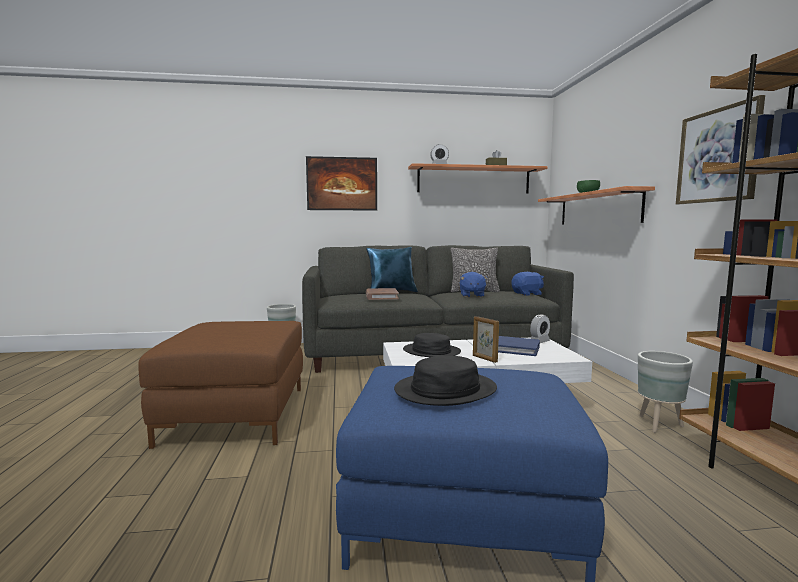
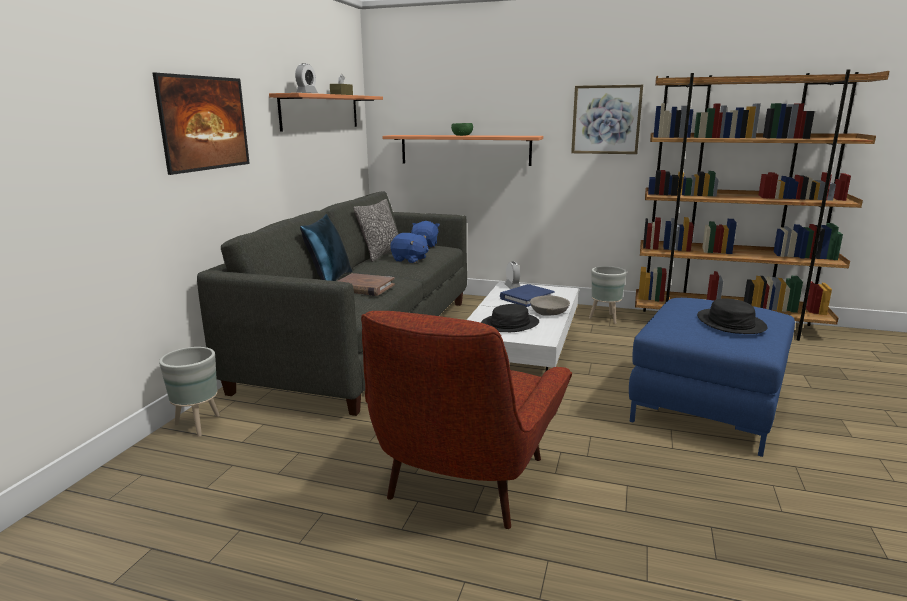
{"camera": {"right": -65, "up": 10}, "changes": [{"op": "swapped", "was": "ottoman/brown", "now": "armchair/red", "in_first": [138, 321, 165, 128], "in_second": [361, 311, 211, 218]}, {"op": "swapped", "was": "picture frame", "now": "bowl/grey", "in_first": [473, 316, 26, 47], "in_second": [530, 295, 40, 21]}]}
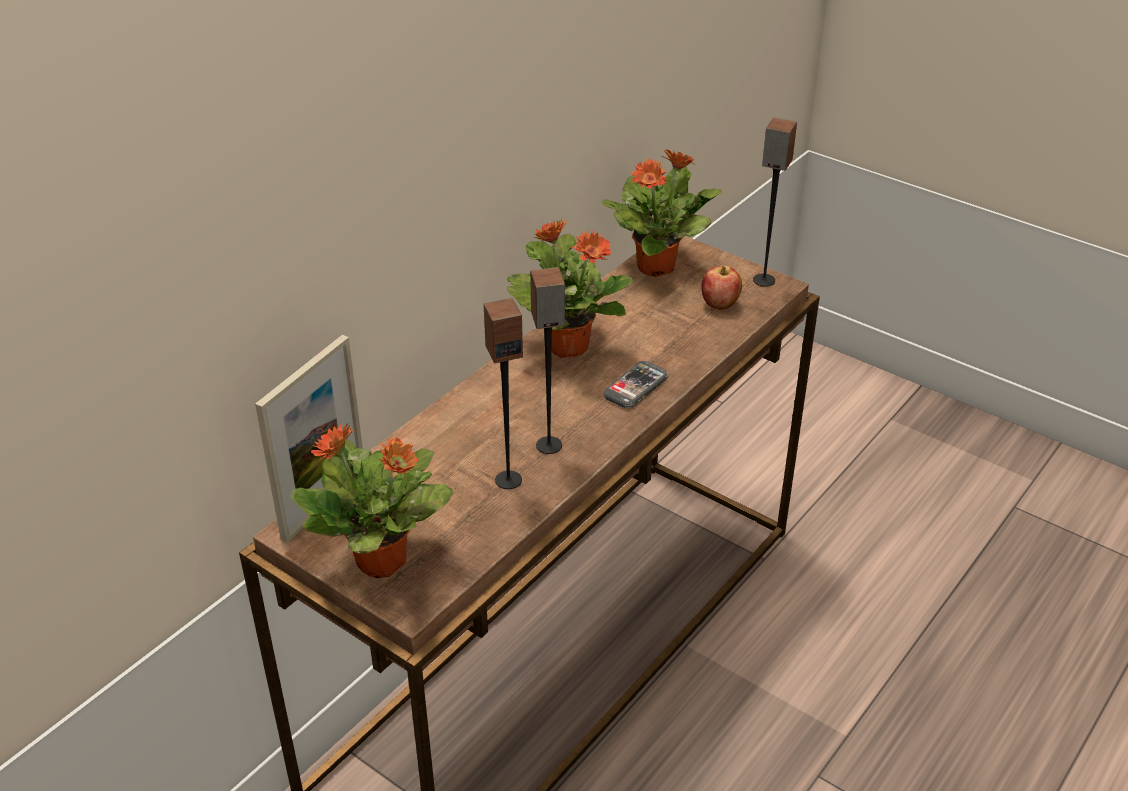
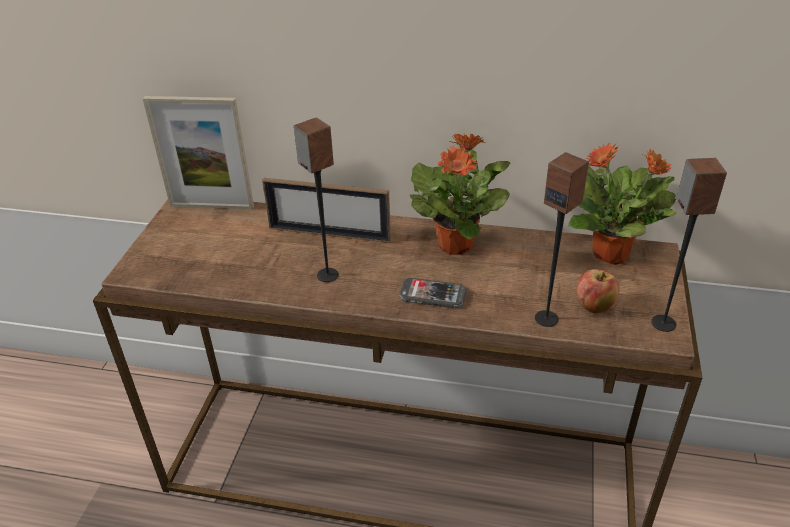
{"camera": {"right": 65, "up": 0}, "changes": [{"op": "new", "now": "picture frame", "in_second": [262, 178, 129, 65]}, {"op": "shifted", "was": "speaker", "in_first": [483, 298, 40, 191], "in_second": [535, 152, 54, 175]}, {"op": "gone", "was": "potted plant", "in_first": [290, 424, 163, 154]}]}
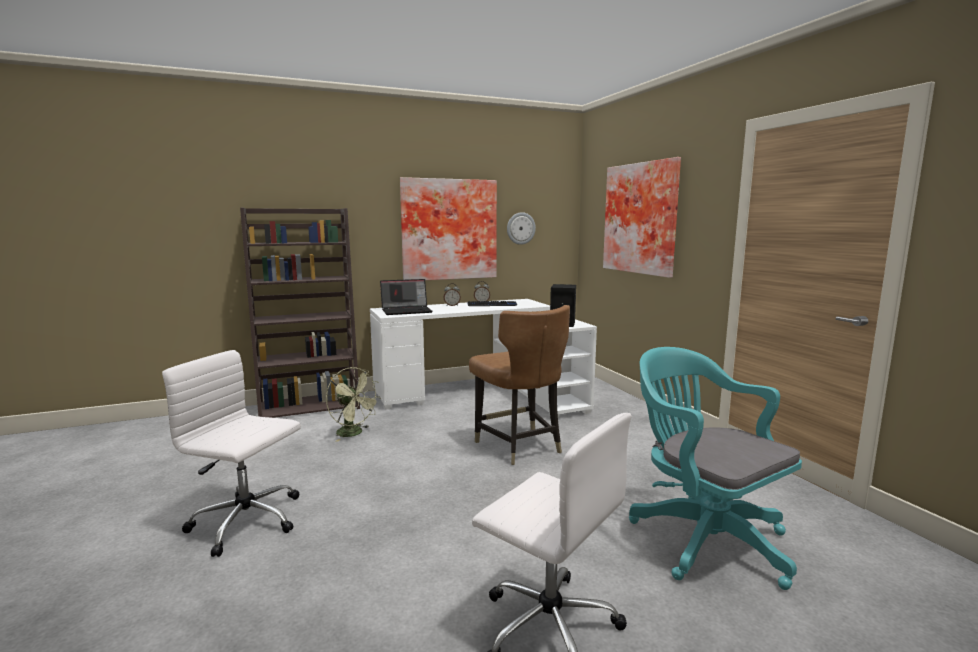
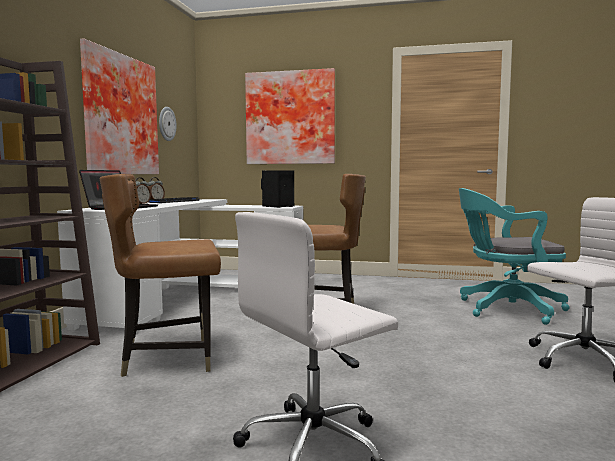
{"camera": {"right": -55, "up": -5}, "changes": [{"op": "swapped", "was": "fan/green", "now": "chair/brown", "in_first": [326, 367, 55, 75], "in_second": [100, 174, 121, 203]}]}
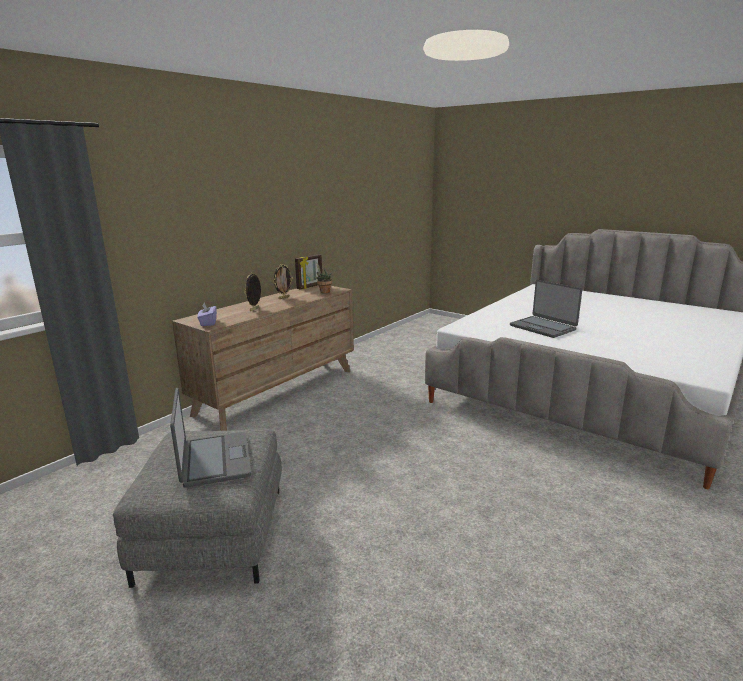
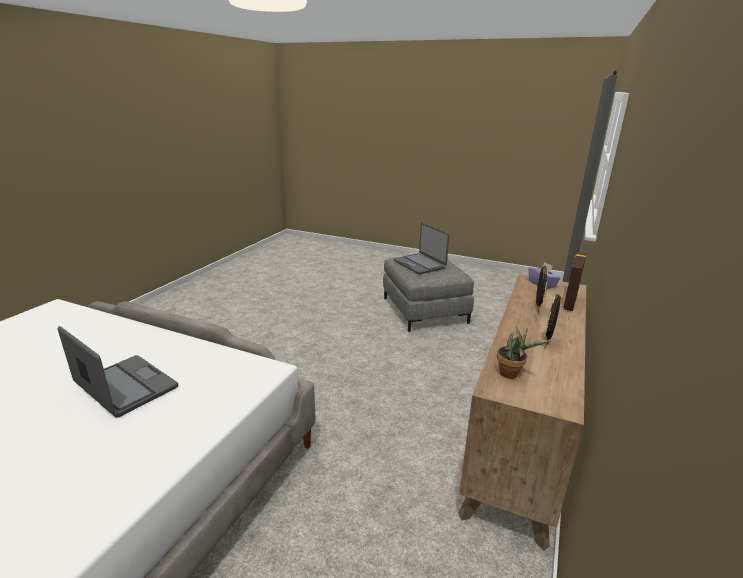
{"camera": {"right": 165, "up": 5}, "changes": [{"op": "shifted", "was": "picture frame", "in_first": [295, 254, 27, 35], "in_second": [564, 253, 22, 58]}]}
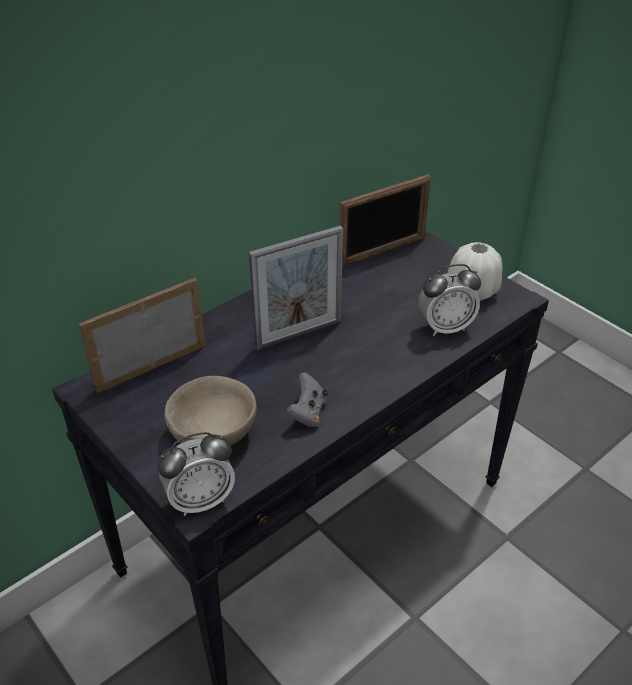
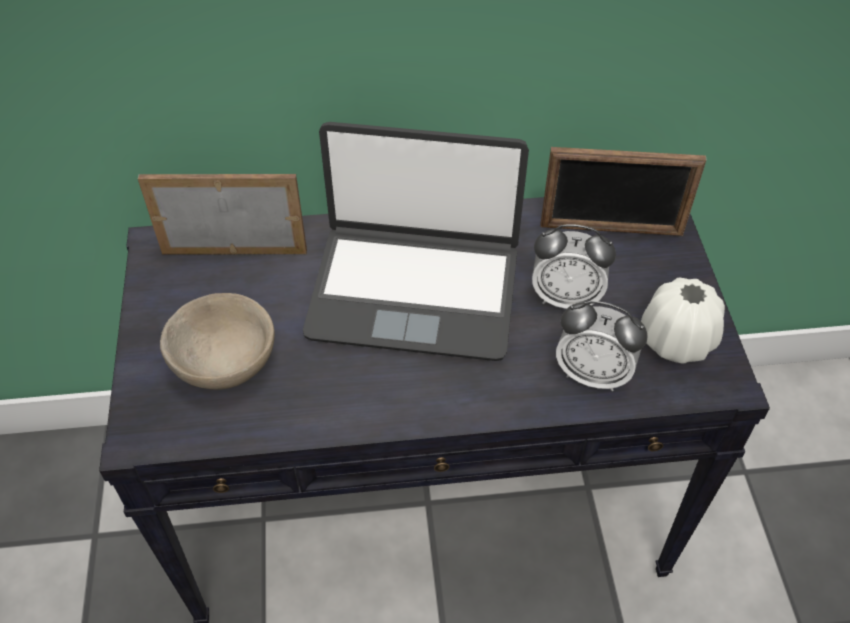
{"camera": {"right": 35, "up": 10}, "changes": [{"op": "swapped", "was": "picture frame", "now": "laptop", "in_first": [249, 226, 94, 124], "in_second": [303, 122, 226, 239]}, {"op": "shifted", "was": "alarm clock", "in_first": [157, 432, 78, 84], "in_second": [532, 224, 84, 85]}, {"op": "gone", "was": "game controller/grey", "in_first": [287, 373, 41, 54]}]}
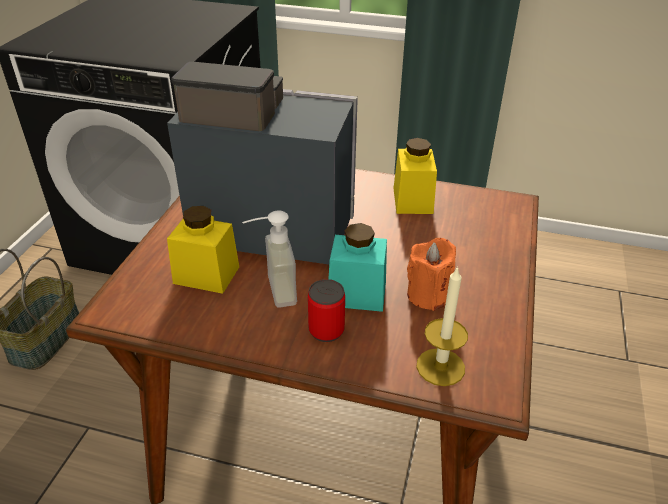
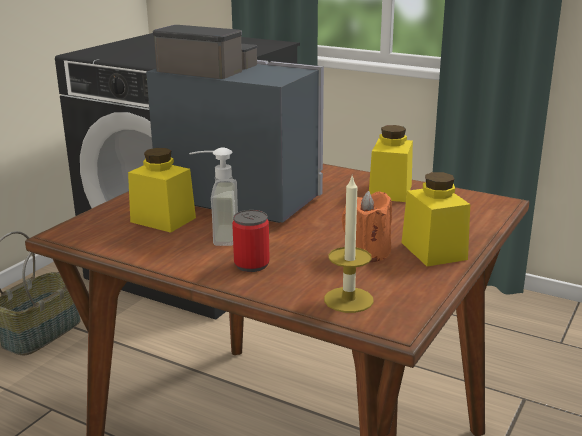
{"camera": {"right": 15, "up": -15}, "changes": [{"op": "new", "now": "jar/yellow", "in_second": [402, 172, 68, 95]}, {"op": "gone", "was": "jar/turquoise", "in_first": [329, 223, 58, 89]}]}
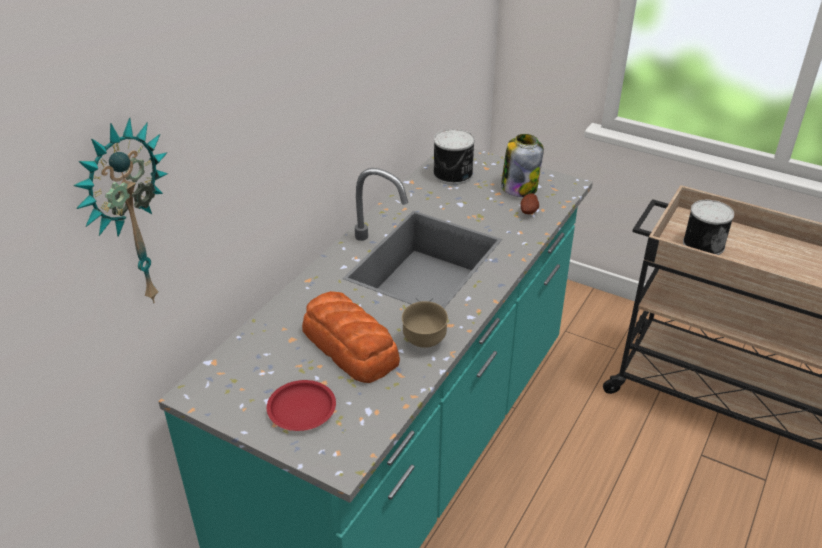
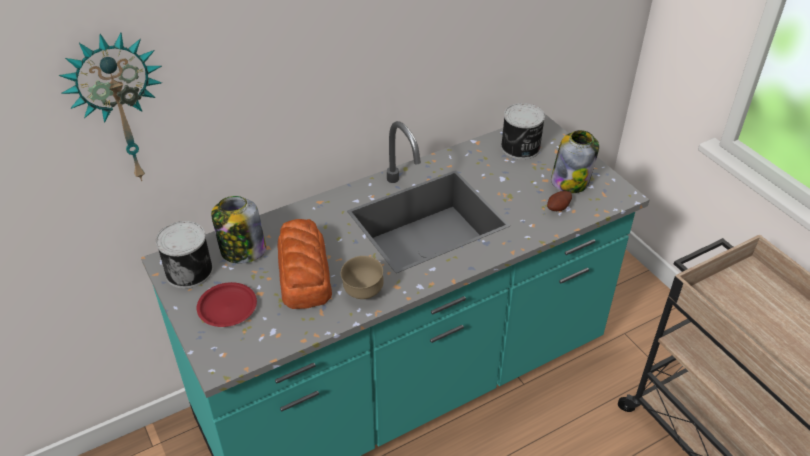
{"camera": {"right": 30, "up": 5}, "changes": [{"op": "shifted", "was": "can", "in_first": [683, 200, 51, 55], "in_second": [156, 221, 57, 68]}, {"op": "new", "now": "jar", "in_second": [211, 196, 55, 67]}]}
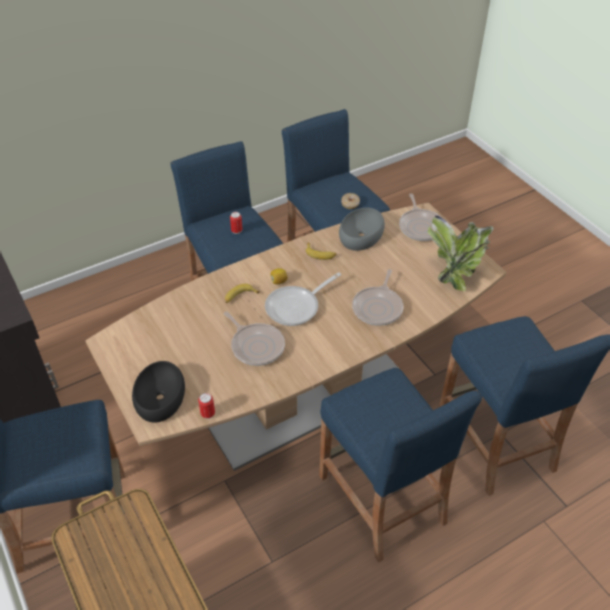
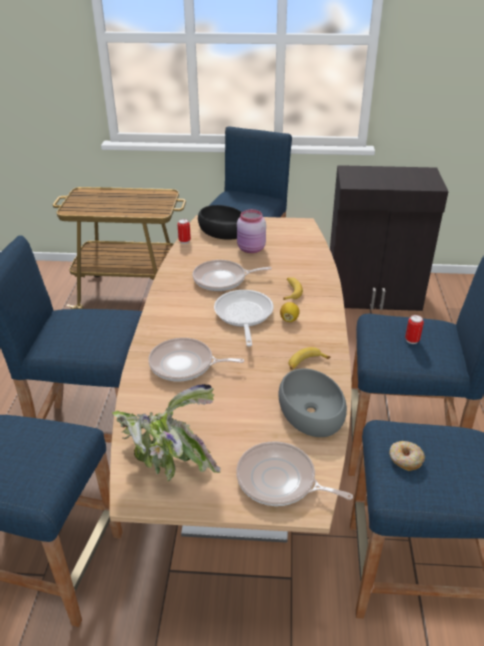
{"camera": {"right": 125, "up": -10}, "changes": [{"op": "rotated", "was": "frying pan", "in_first": [352, 269, 51, 57], "in_second": [148, 338, 96, 44], "clockwise": -45}, {"op": "new", "now": "jar/pink", "in_second": [237, 209, 29, 44]}]}
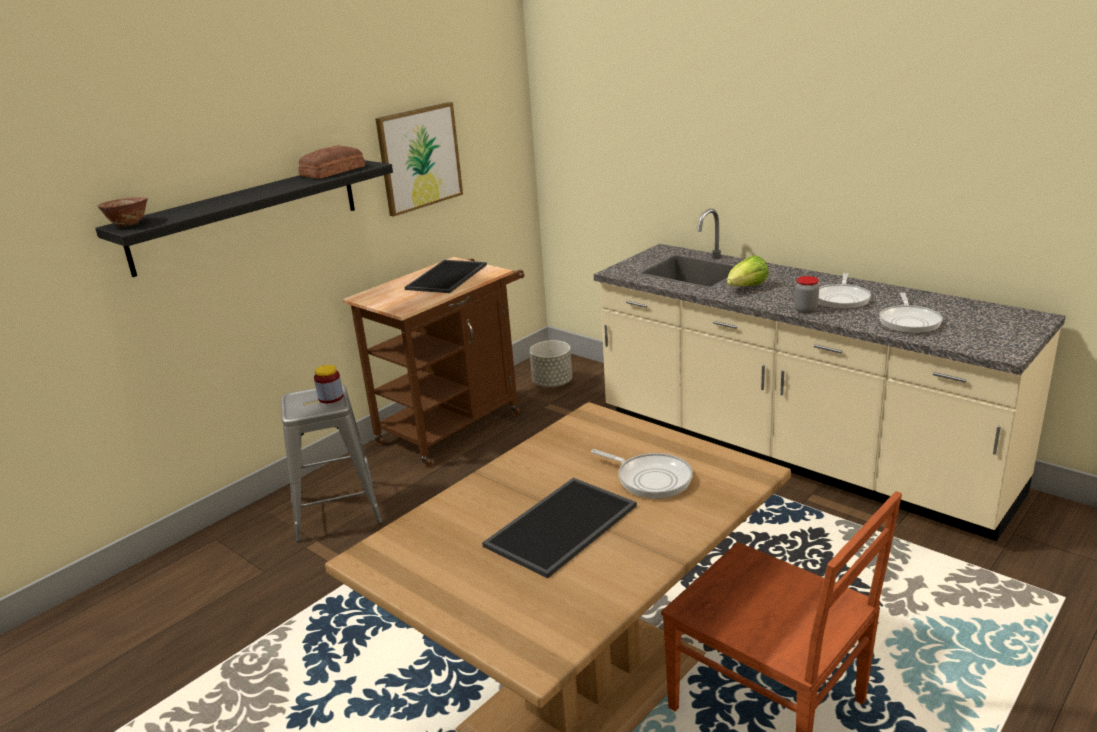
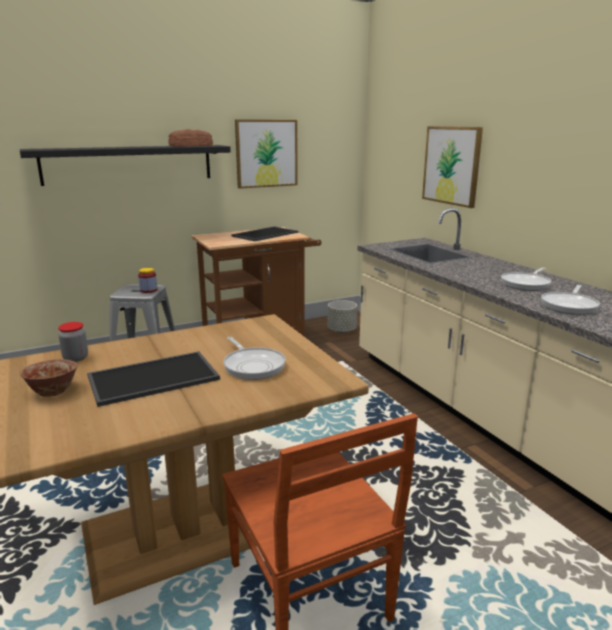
{"camera": {"right": 20, "up": -5}, "changes": [{"op": "shifted", "was": "bowl", "in_first": [97, 197, 51, 30], "in_second": [20, 359, 58, 38]}, {"op": "shifted", "was": "jar", "in_first": [794, 276, 25, 38], "in_second": [58, 322, 30, 40]}, {"op": "new", "now": "picture", "in_second": [422, 126, 61, 82]}, {"op": "gone", "was": "lettuce", "in_first": [727, 255, 42, 31]}]}
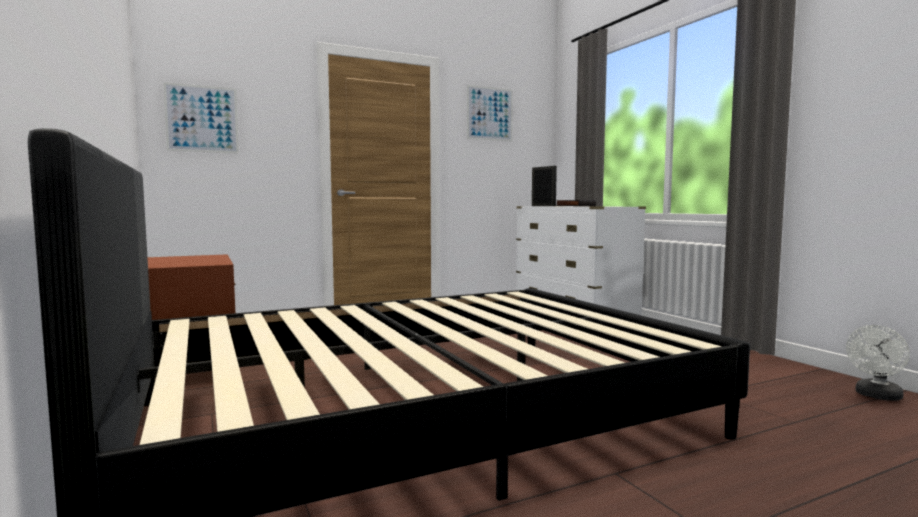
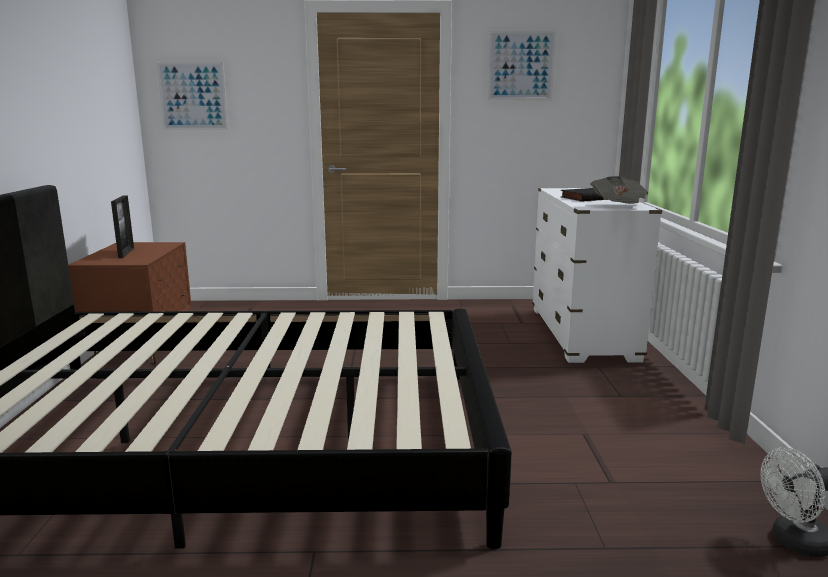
{"camera": {"right": 25, "up": 10}, "changes": [{"op": "shifted", "was": "picture frame", "in_first": [532, 166, 25, 40], "in_second": [111, 195, 23, 63]}, {"op": "new", "now": "newspaper", "in_second": [590, 176, 58, 28]}]}
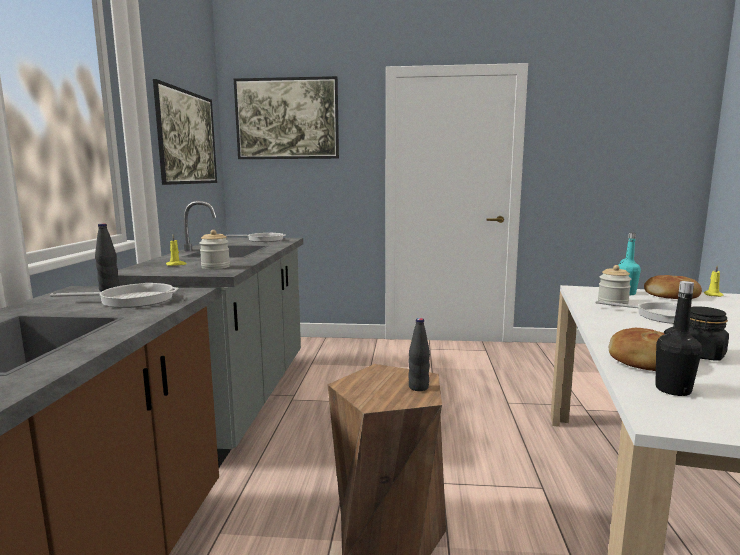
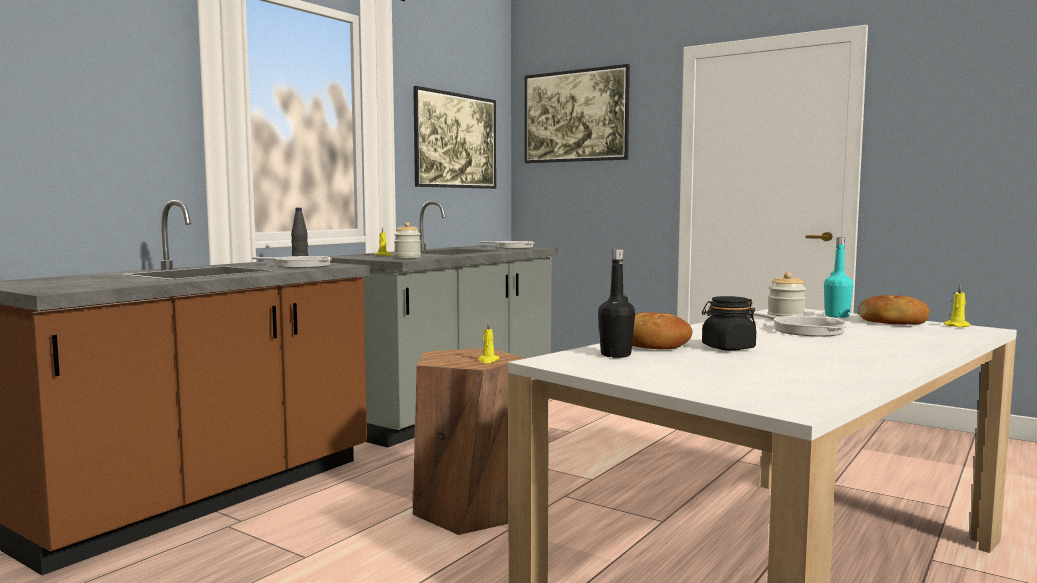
{"camera": {"right": 30, "up": -5}, "changes": [{"op": "swapped", "was": "bottle/black", "now": "candle/yellow", "in_first": [408, 318, 22, 73], "in_second": [478, 321, 22, 42]}]}
